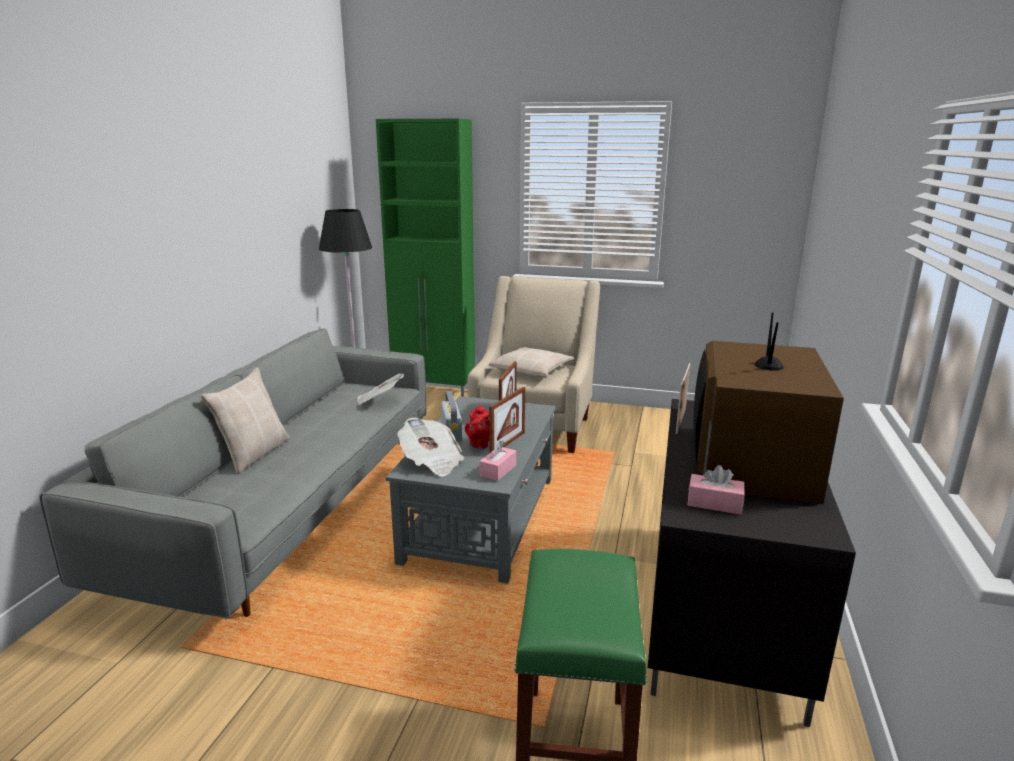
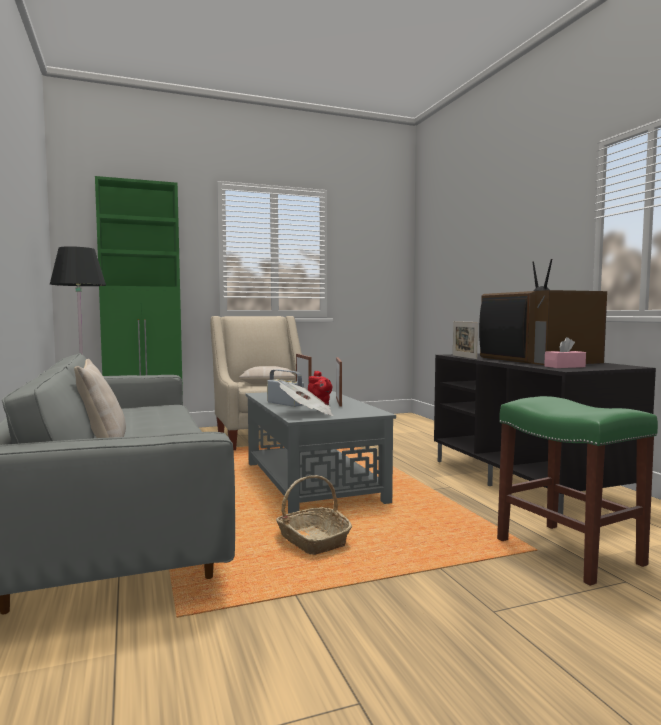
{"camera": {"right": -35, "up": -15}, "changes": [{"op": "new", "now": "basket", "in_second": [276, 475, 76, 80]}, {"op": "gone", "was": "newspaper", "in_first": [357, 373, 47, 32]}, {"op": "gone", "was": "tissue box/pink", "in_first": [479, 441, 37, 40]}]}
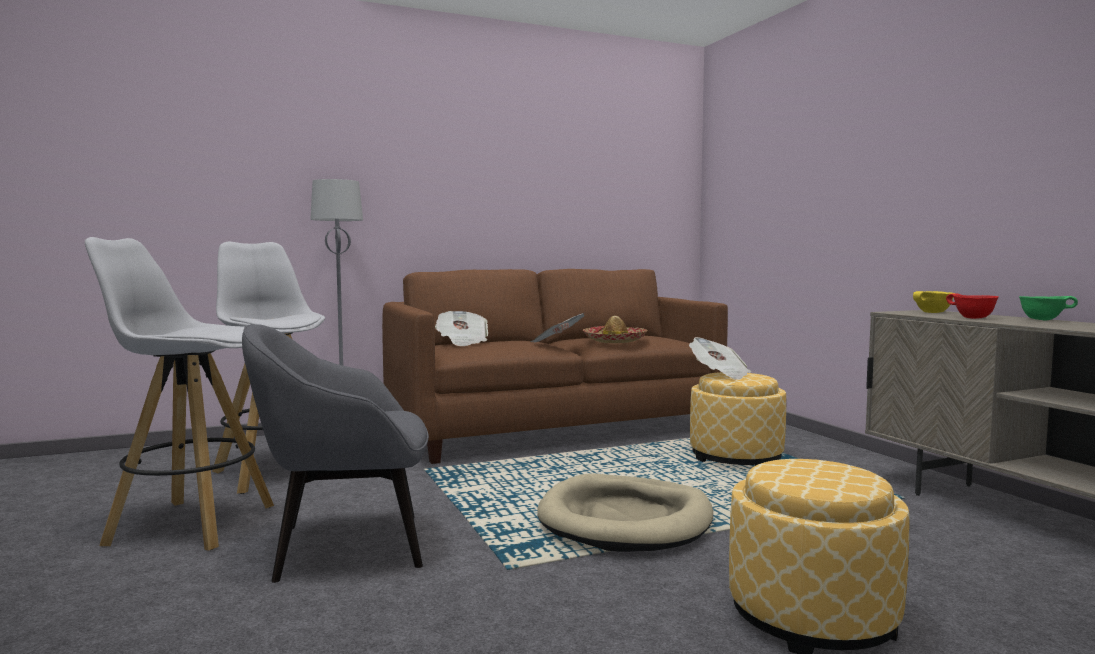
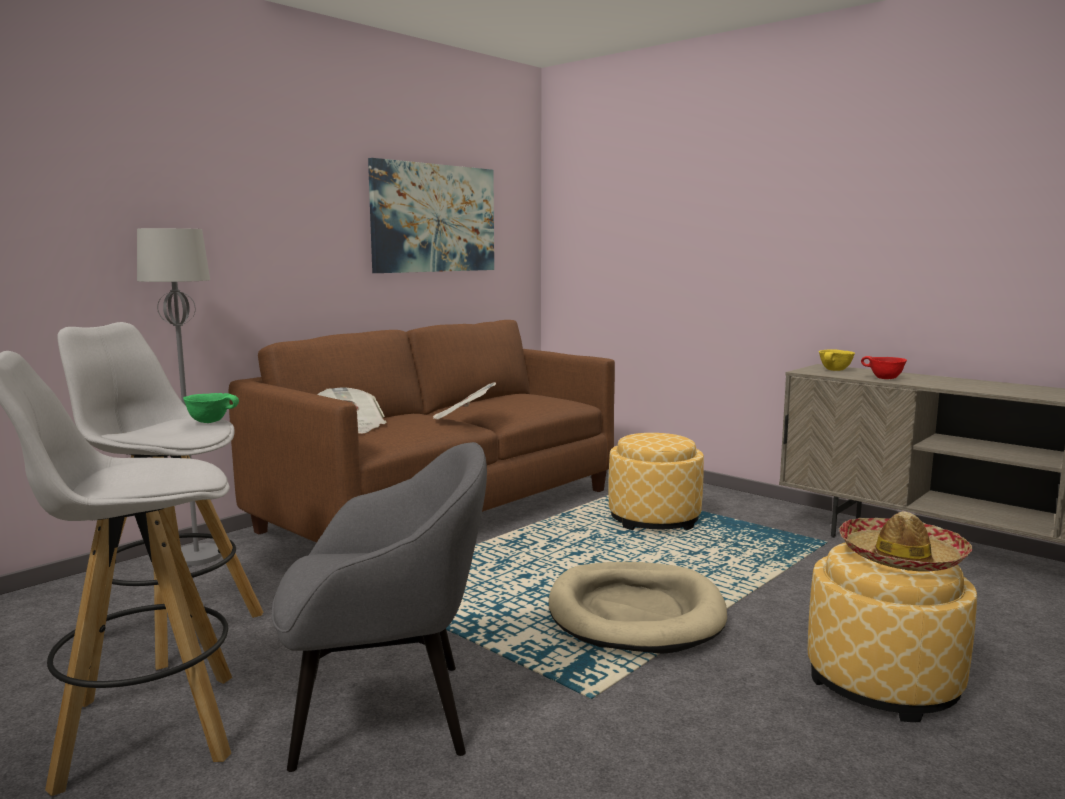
{"camera": {"right": -25, "up": 5}, "changes": [{"op": "shifted", "was": "bowl/green", "in_first": [1019, 296, 59, 24], "in_second": [183, 393, 56, 30]}, {"op": "rotated", "was": "armchair/grey", "in_first": [242, 324, 187, 259], "in_second": [272, 442, 215, 330], "clockwise": -150}, {"op": "new", "now": "picture", "in_second": [368, 158, 126, 115]}, {"op": "shifted", "was": "hat", "in_first": [583, 316, 65, 27], "in_second": [839, 512, 133, 60]}, {"op": "gone", "was": "newspaper", "in_first": [689, 337, 62, 43]}]}
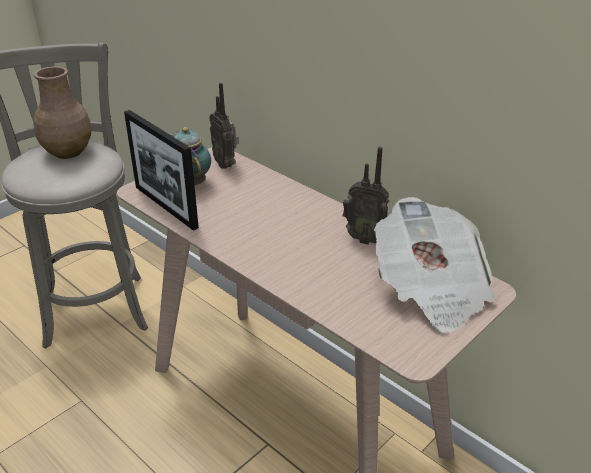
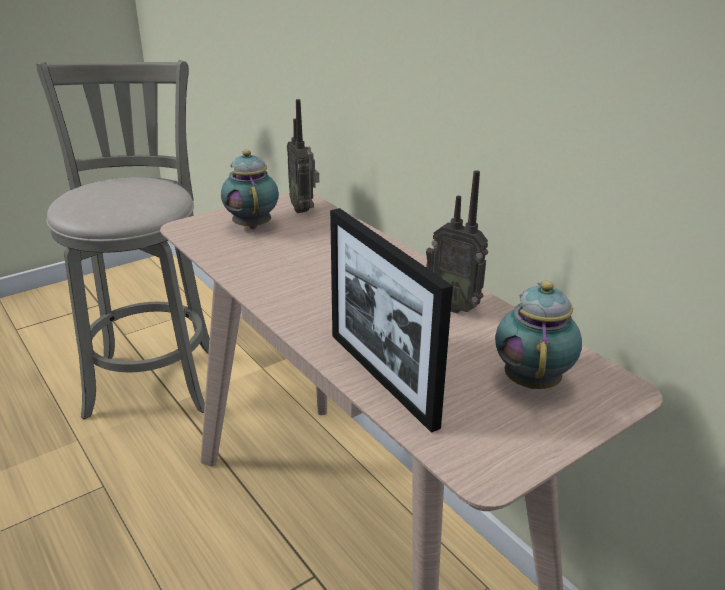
{"camera": {"right": 10, "up": -5}, "changes": [{"op": "shifted", "was": "picture frame", "in_first": [124, 110, 75, 121], "in_second": [330, 208, 123, 225]}, {"op": "swapped", "was": "newspaper", "now": "teapot", "in_first": [374, 197, 122, 137], "in_second": [495, 281, 87, 108]}, {"op": "gone", "was": "vase/brown", "in_first": [33, 66, 59, 93]}]}
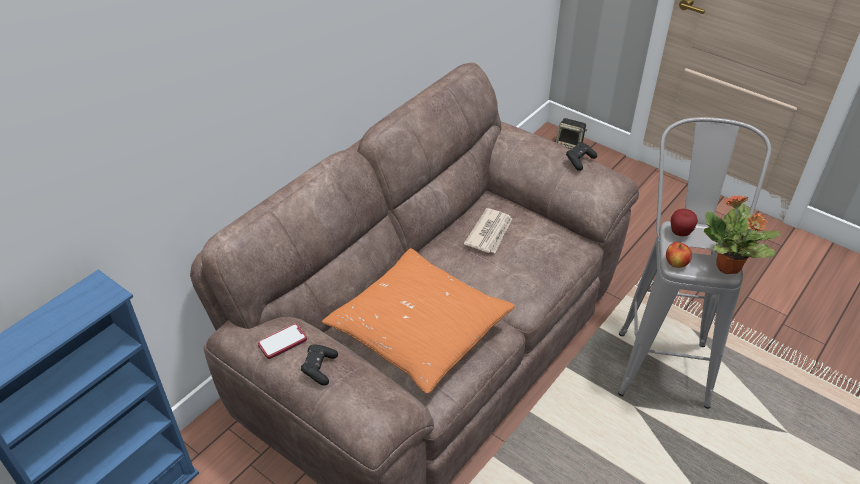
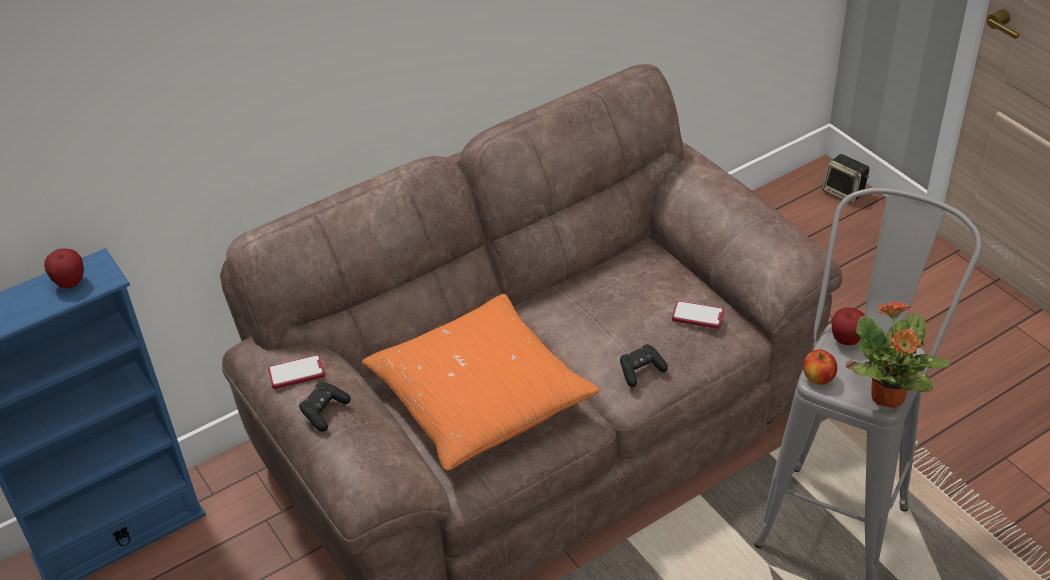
{"camera": {"right": 20, "up": 0}, "changes": [{"op": "new", "now": "apple", "in_second": [44, 248, 40, 40]}, {"op": "shifted", "was": "game controller/black", "in_first": [566, 142, 31, 29], "in_second": [620, 344, 48, 43]}, {"op": "new", "now": "phone", "in_second": [672, 301, 52, 28]}, {"op": "gone", "was": "newspaper", "in_first": [464, 208, 48, 45]}]}
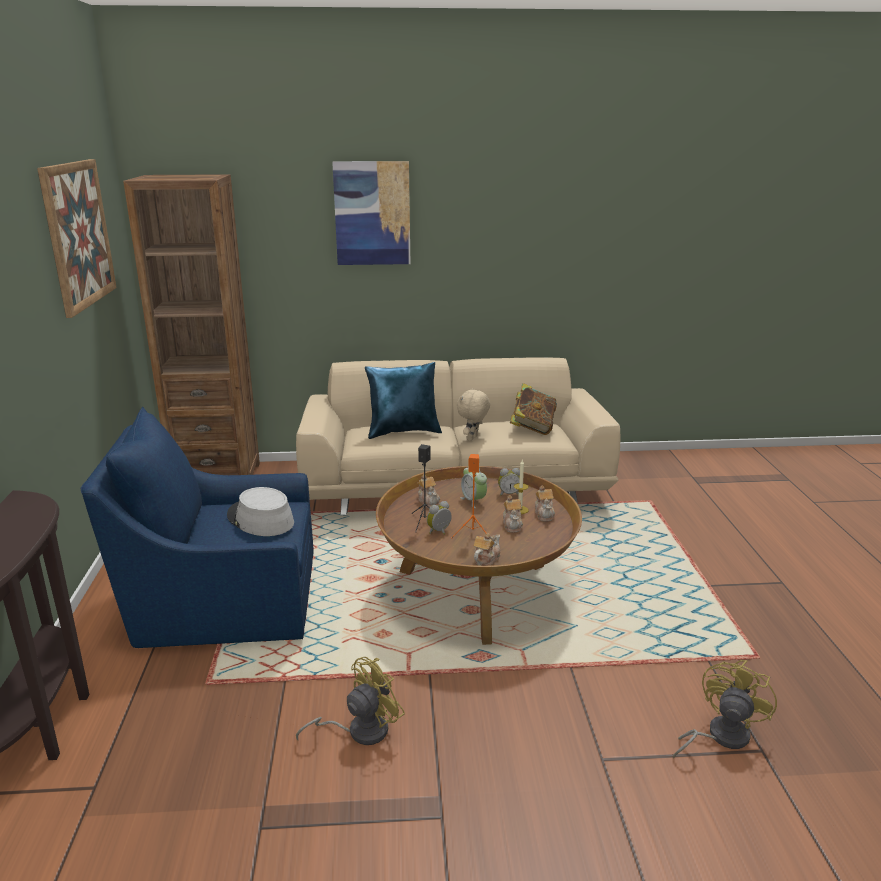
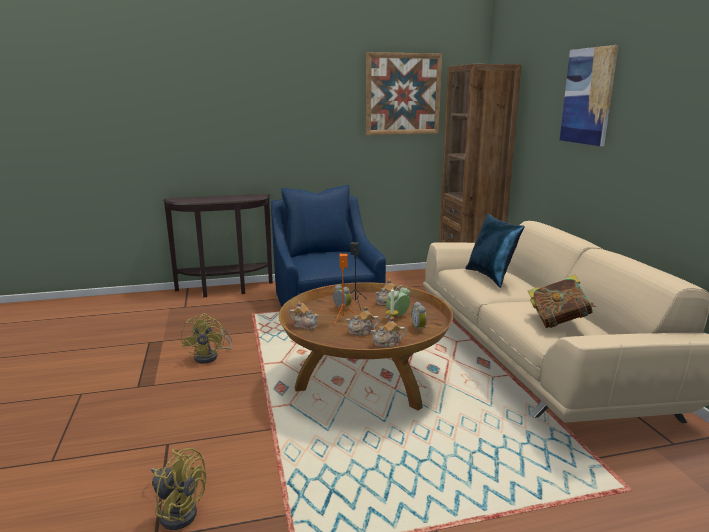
{"camera": {"right": 80, "up": -5}, "changes": [{"op": "rotated", "was": "fan/yellow", "in_first": [296, 657, 109, 88], "in_second": [181, 313, 52, 50], "clockwise": 45}, {"op": "gone", "was": "hat/grey", "in_first": [227, 487, 67, 49]}, {"op": "gone", "was": "plush toy/beige", "in_first": [457, 389, 33, 52]}]}
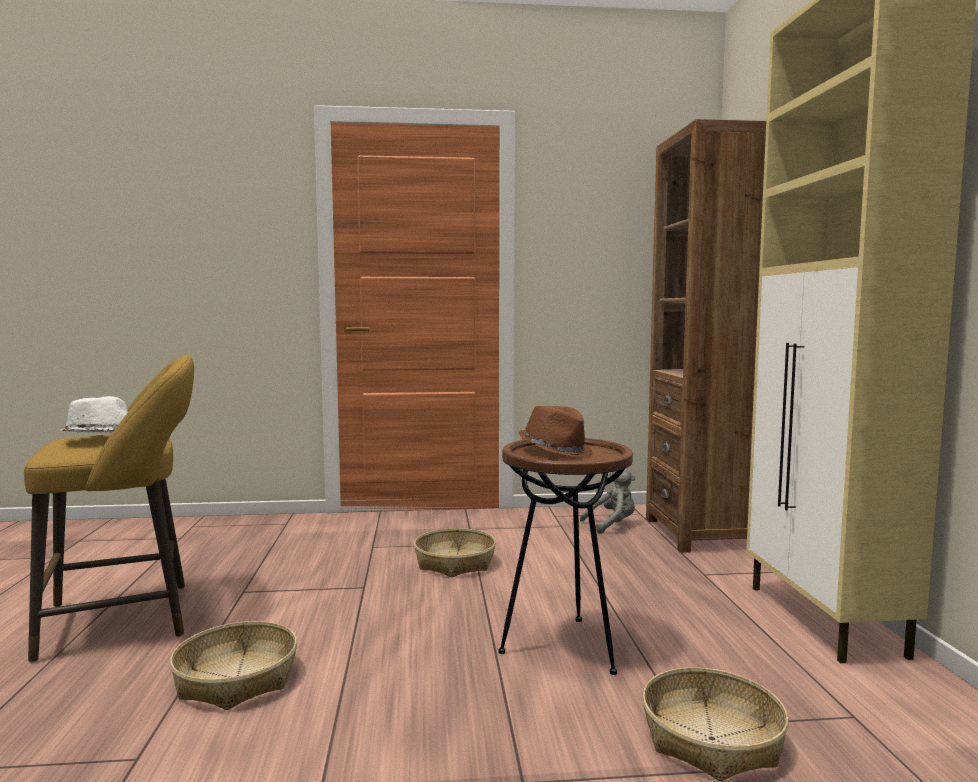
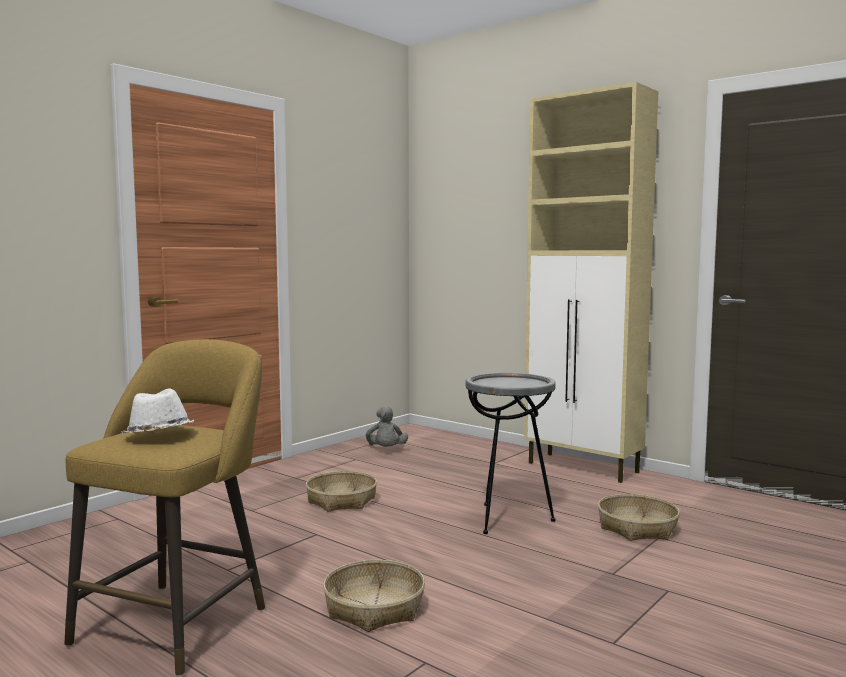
{"camera": {"right": -45, "up": 0}, "changes": [{"op": "rotated", "was": "plush toy/grey", "in_first": [580, 468, 56, 66], "in_second": [366, 406, 42, 41], "clockwise": 150}, {"op": "repainted", "was": "side table/brown", "now": "side table/grey", "in_first": [498, 438, 135, 237], "in_second": [466, 373, 90, 161]}, {"op": "gone", "was": "hat/brown", "in_first": [519, 406, 74, 50]}, {"op": "gone", "was": "bookcase/brown", "in_first": [646, 119, 120, 434]}]}
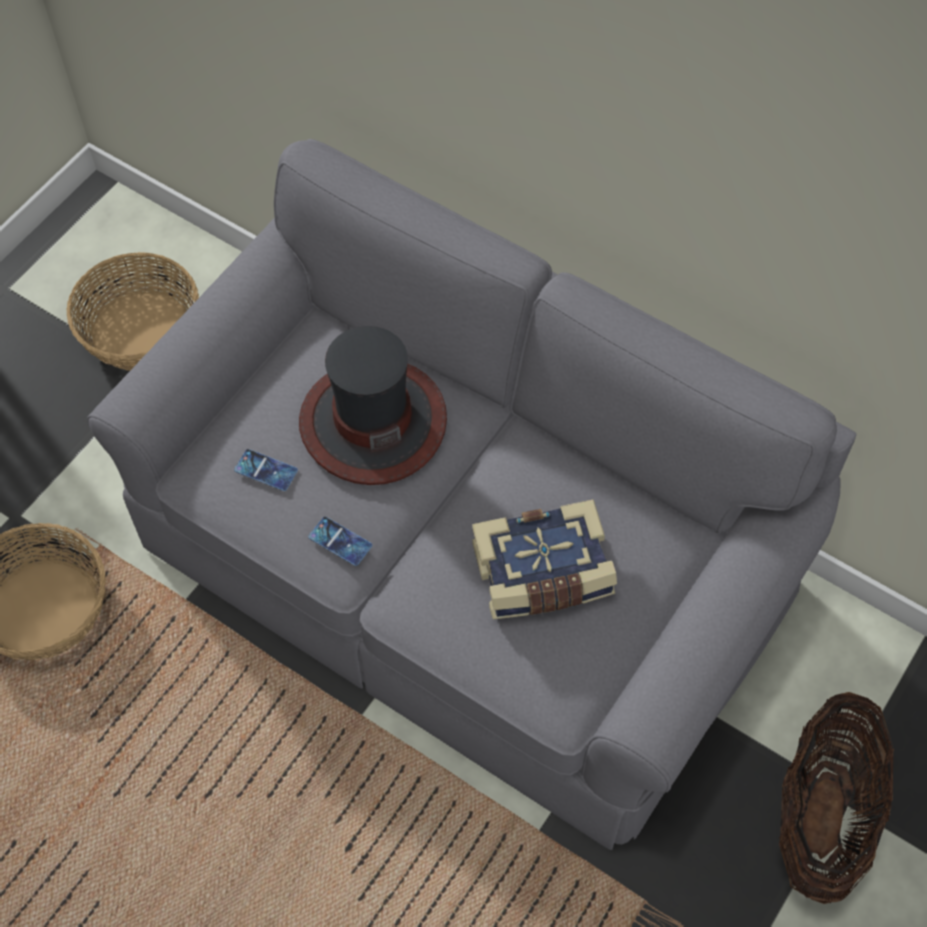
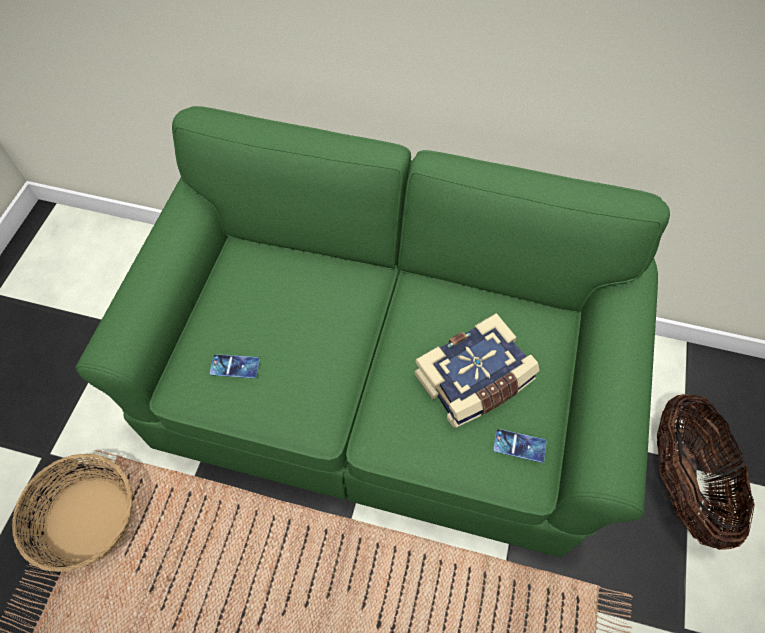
{"camera": {"right": -20, "up": 0}, "changes": [{"op": "repainted", "was": "sofa/grey", "now": "sofa/green", "in_first": [87, 139, 770, 711], "in_second": [75, 106, 595, 452]}, {"op": "shifted", "was": "phone", "in_first": [308, 516, 64, 50], "in_second": [493, 429, 54, 34]}, {"op": "gone", "was": "basket", "in_first": [67, 252, 132, 119]}, {"op": "gone", "was": "hat", "in_first": [299, 326, 148, 159]}]}
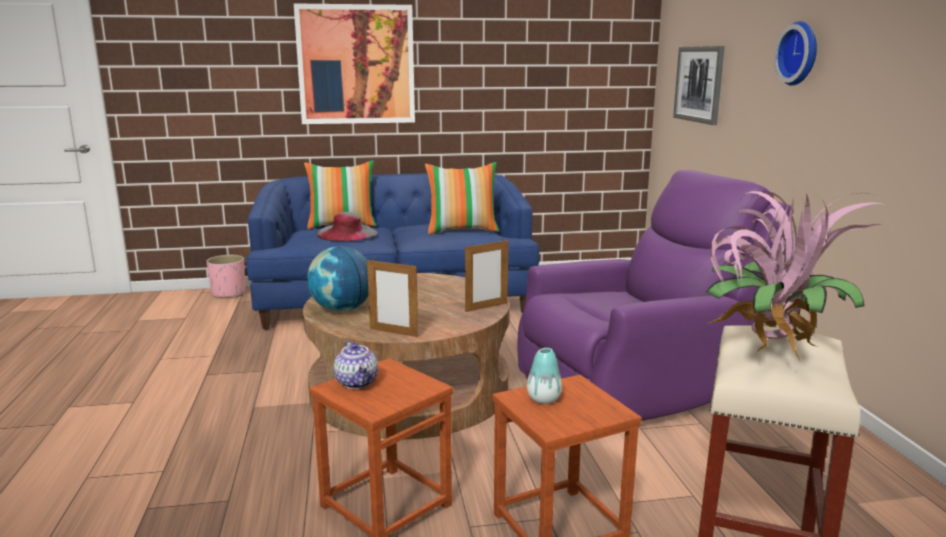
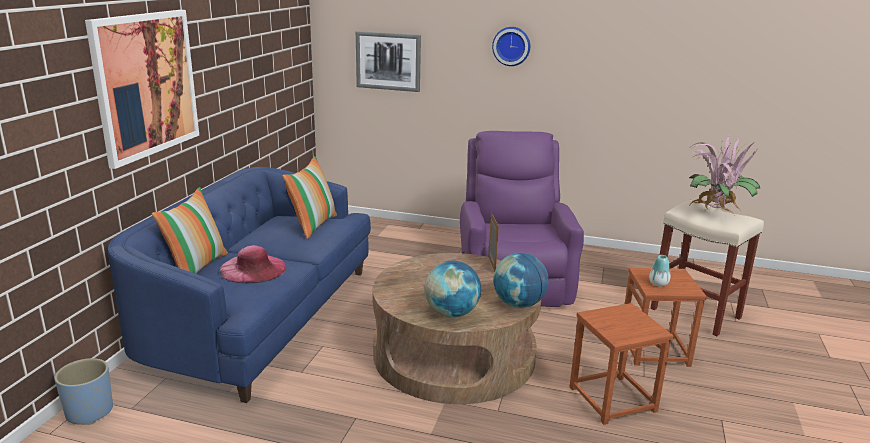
{"camera": {"right": -65, "up": 5}, "changes": [{"op": "repainted", "was": "planter/pink", "now": "planter/blue", "in_first": [206, 255, 40, 43], "in_second": [54, 358, 59, 67]}, {"op": "repainted", "was": "hat/grey", "now": "hat/pink", "in_first": [317, 212, 61, 29], "in_second": [219, 245, 67, 38]}, {"op": "swapped", "was": "picture frame", "now": "globe", "in_first": [367, 258, 51, 79], "in_second": [493, 253, 56, 55]}, {"op": "gone", "was": "teapot", "in_first": [334, 341, 44, 48]}]}
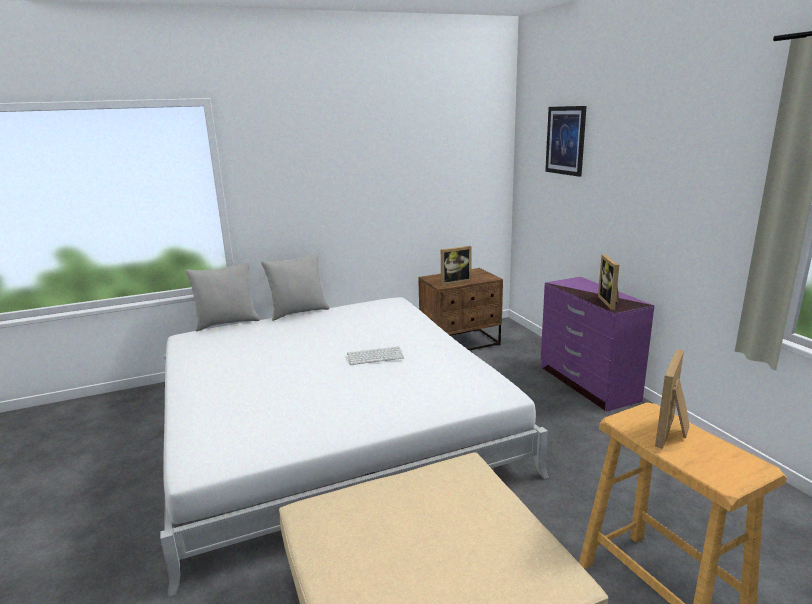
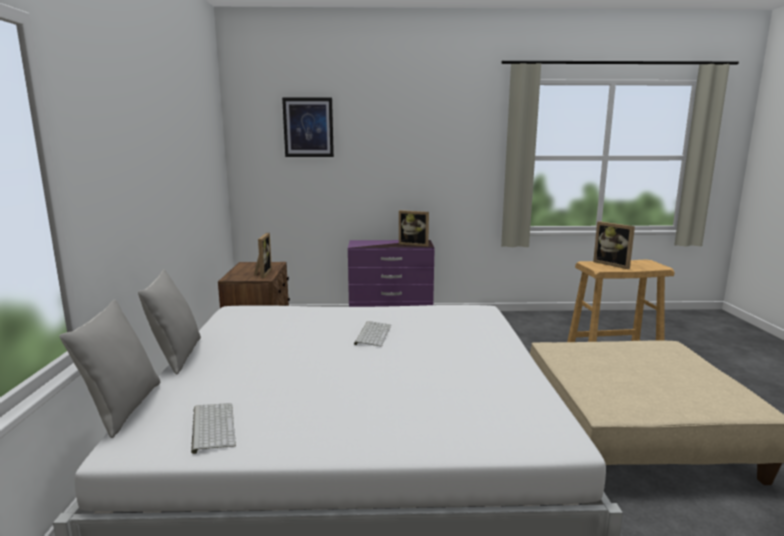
{"camera": {"right": -70, "up": -5}, "changes": [{"op": "new", "now": "keyboard", "in_second": [191, 403, 45, 51]}]}
